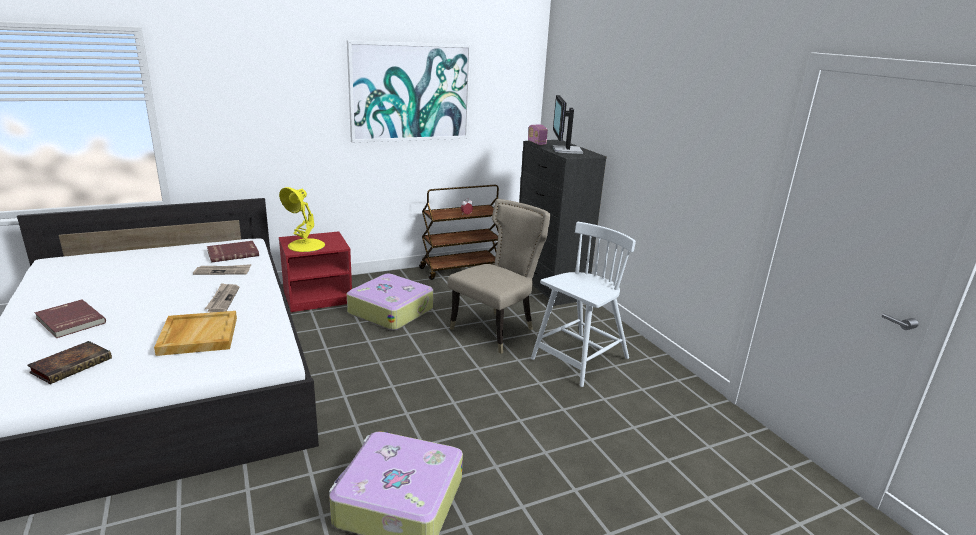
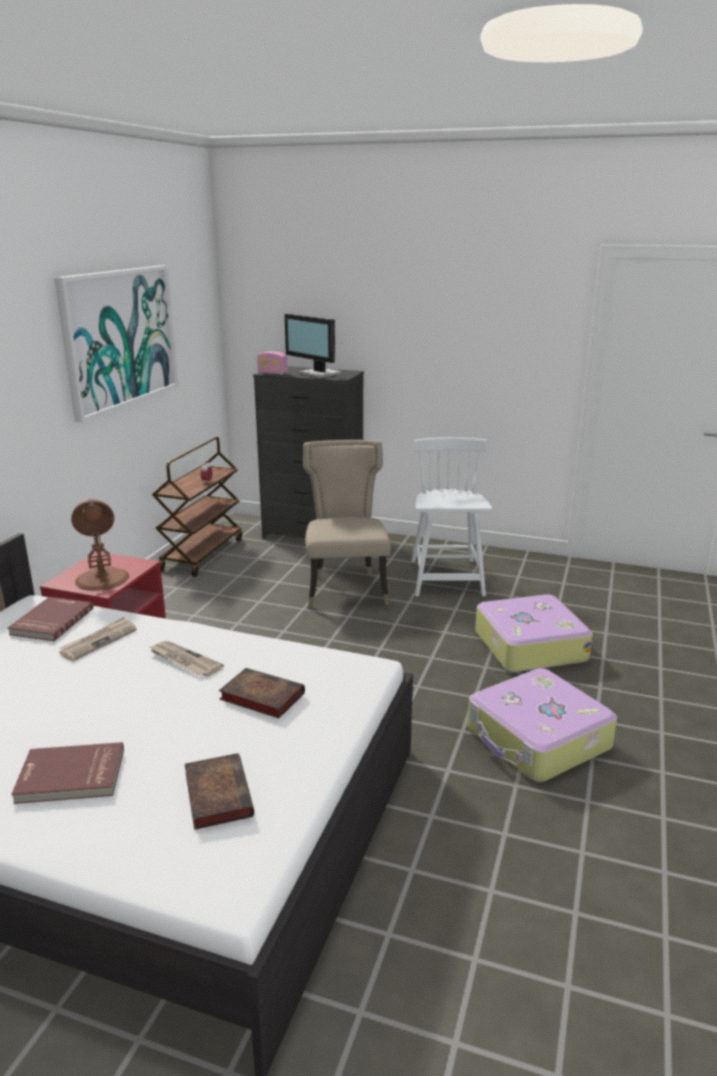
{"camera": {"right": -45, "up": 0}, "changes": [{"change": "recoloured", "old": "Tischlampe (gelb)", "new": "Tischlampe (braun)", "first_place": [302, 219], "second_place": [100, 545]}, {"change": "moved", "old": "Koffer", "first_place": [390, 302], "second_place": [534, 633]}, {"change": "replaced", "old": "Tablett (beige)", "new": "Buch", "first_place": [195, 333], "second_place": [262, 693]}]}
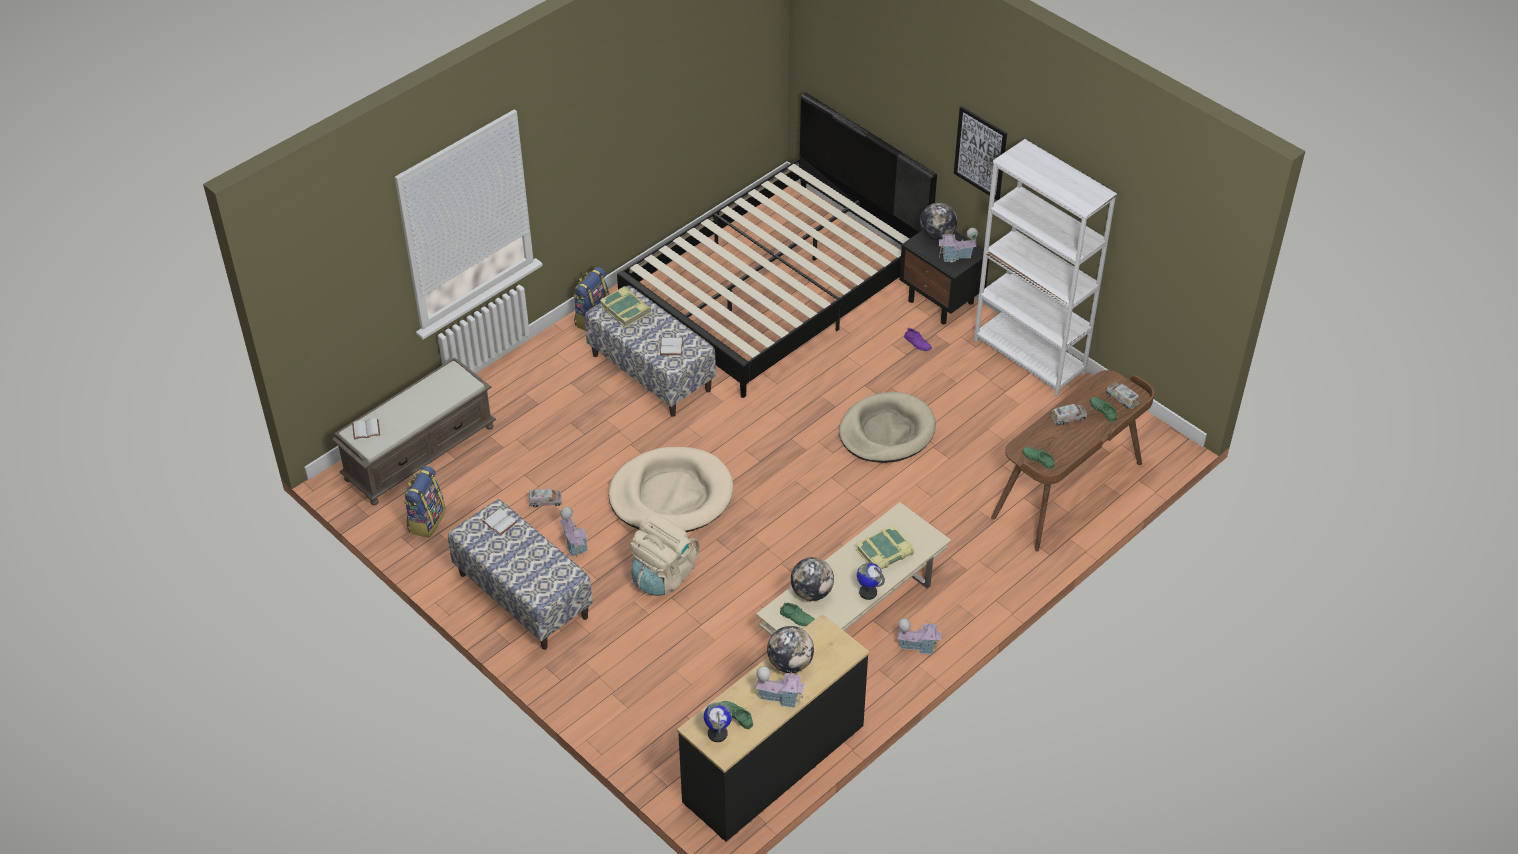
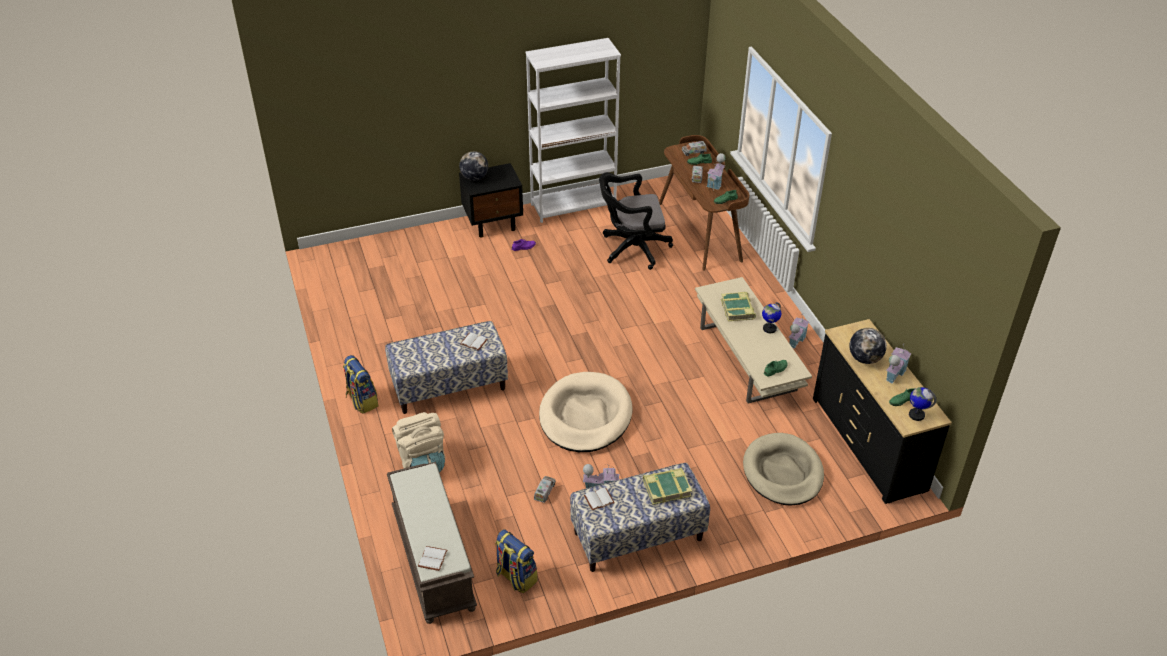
{"camera": {"right": -65, "up": -5}, "changes": [{"change": "removed", "old": "Bett (schwarz)", "first_place": [777, 245]}, {"change": "removed", "old": "Bild", "first_place": [980, 153]}, {"change": "moved", "old": "Spielzeughaus", "first_place": [958, 245], "second_place": [716, 172]}, {"change": "moved", "old": "Buch", "first_place": [625, 307], "second_place": [667, 486]}, {"change": "moved", "old": "Hundebett (beige)", "first_place": [887, 427], "second_place": [783, 469]}, {"change": "moved", "old": "Rucksack (beige)", "first_place": [665, 555], "second_place": [418, 442]}, {"change": "removed", "old": "Globus", "first_place": [812, 579]}, {"change": "added", "new": "Bürostuhl (schwarz)", "second_place": [636, 221]}]}
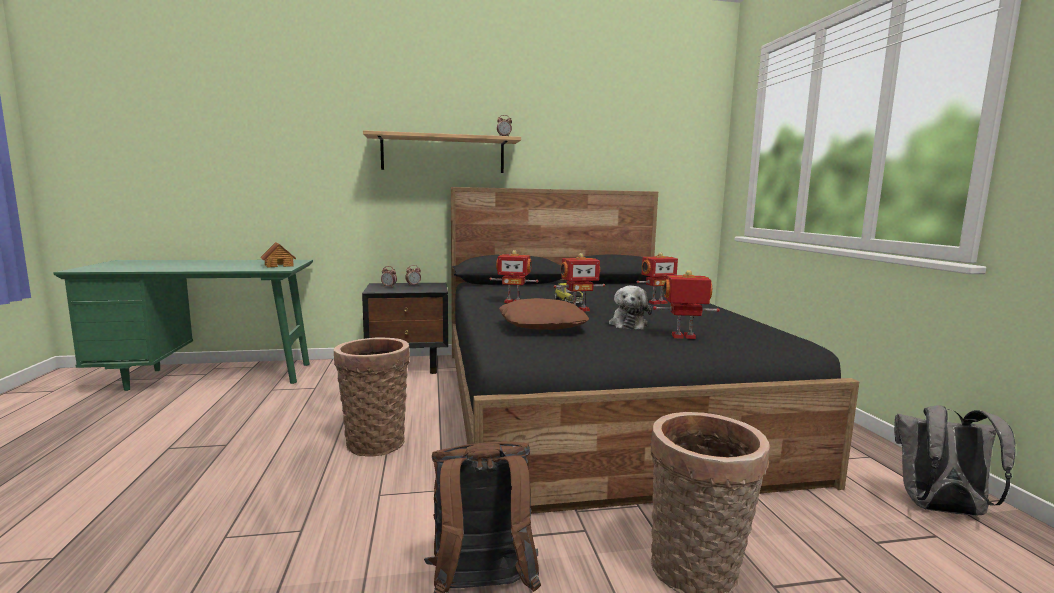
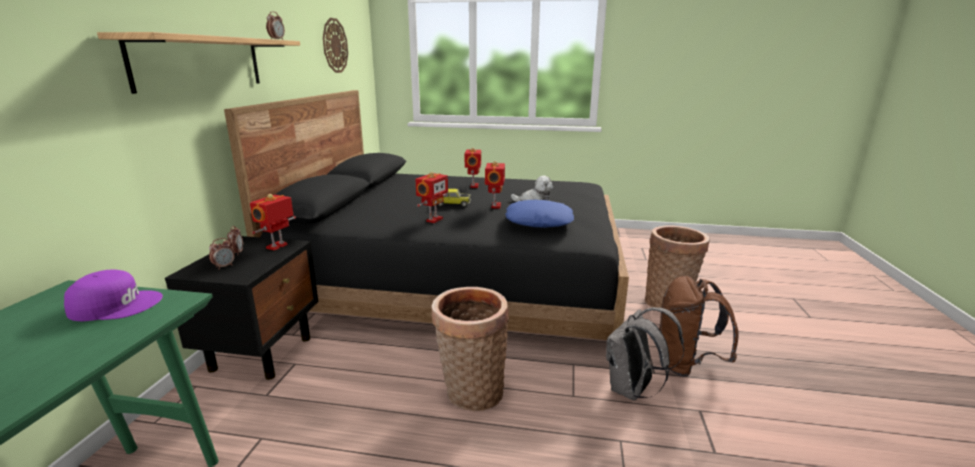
{"camera": {"right": -70, "up": 10}, "changes": [{"change": "replaced", "old": "Spielzeughaus", "new": "Kappe (lila)", "first_place": [278, 255], "second_place": [113, 295]}, {"change": "moved", "old": "Spielzeugroboter", "first_place": [686, 304], "second_place": [273, 222]}, {"change": "recoloured", "old": "Kissen (braun)", "new": "Kissen (blau)", "first_place": [544, 314], "second_place": [539, 214]}, {"change": "moved", "old": "Rucksack (grau)", "first_place": [954, 460], "second_place": [645, 354]}, {"change": "added", "new": "Wanduhr", "second_place": [335, 45]}]}
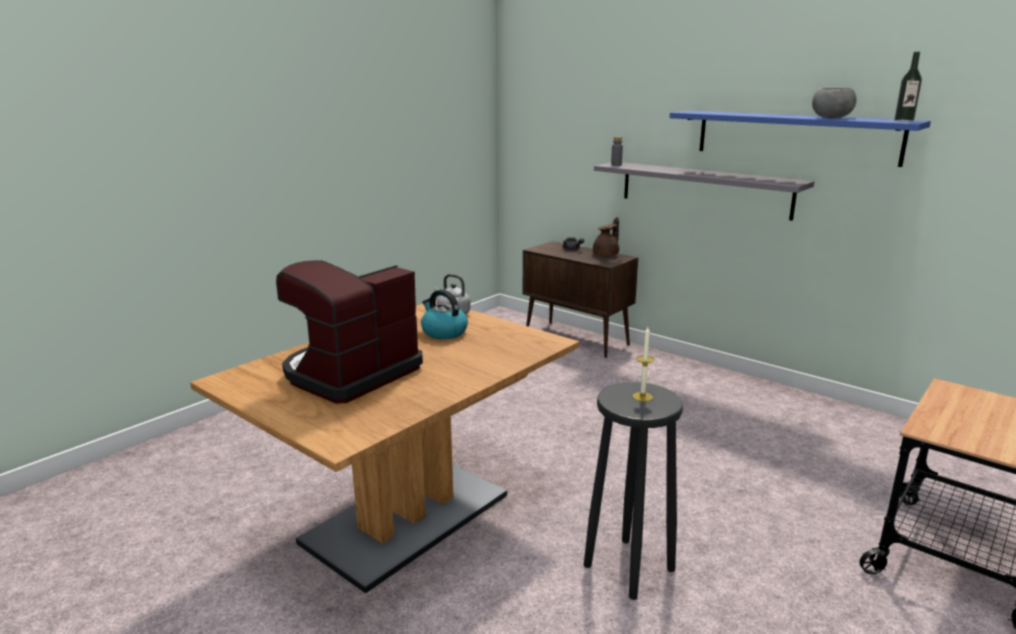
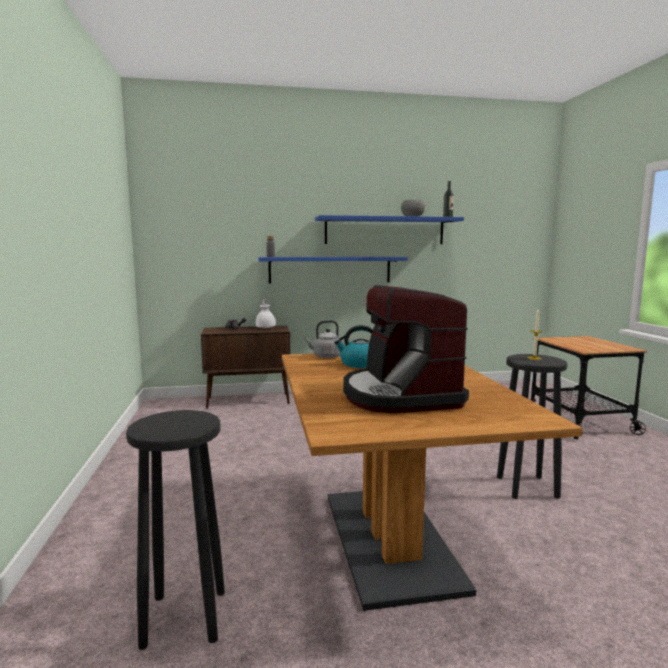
{"camera": {"right": -50, "up": -10}, "changes": [{"change": "recoloured", "old": "Wandregal (grau)", "new": "Wandregal (blau)", "first_place": [704, 191], "second_place": [333, 270]}, {"change": "recoloured", "old": "Teekanne (braun)", "new": "Teekanne (weiß)", "first_place": [606, 237], "second_place": [265, 313]}, {"change": "added", "new": "Hocker (schwarz)", "second_place": [175, 530]}]}
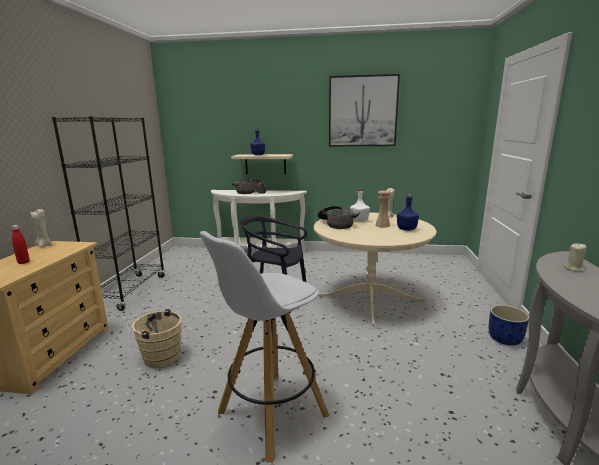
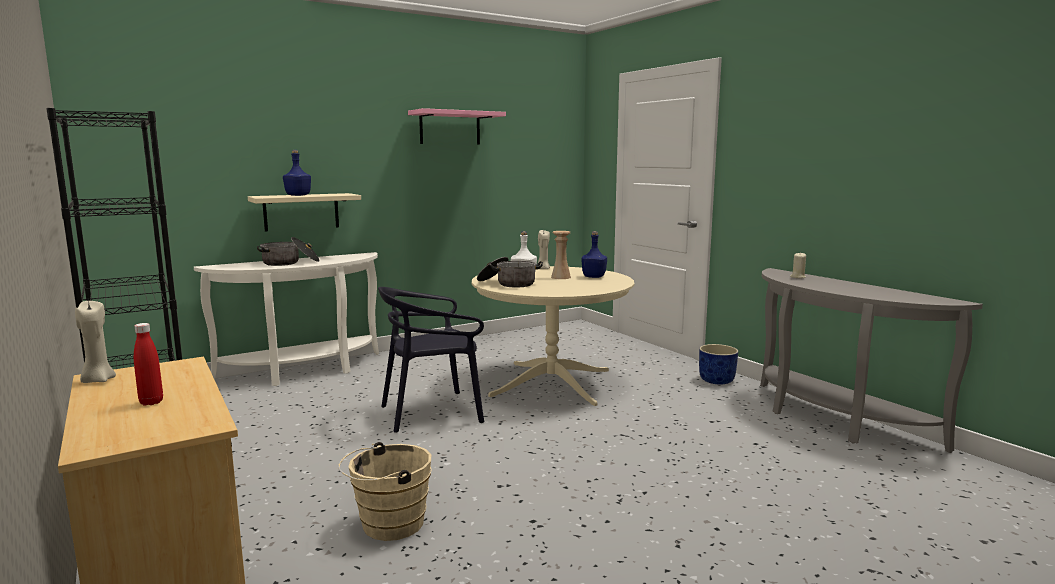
{"camera": {"right": -40, "up": -5}, "changes": [{"change": "replaced", "old": "Bild", "new": "Wandregal (rosa)", "first_place": [364, 110], "second_place": [457, 126]}, {"change": "removed", "old": "Hocker (weiß)", "first_place": [264, 347]}]}
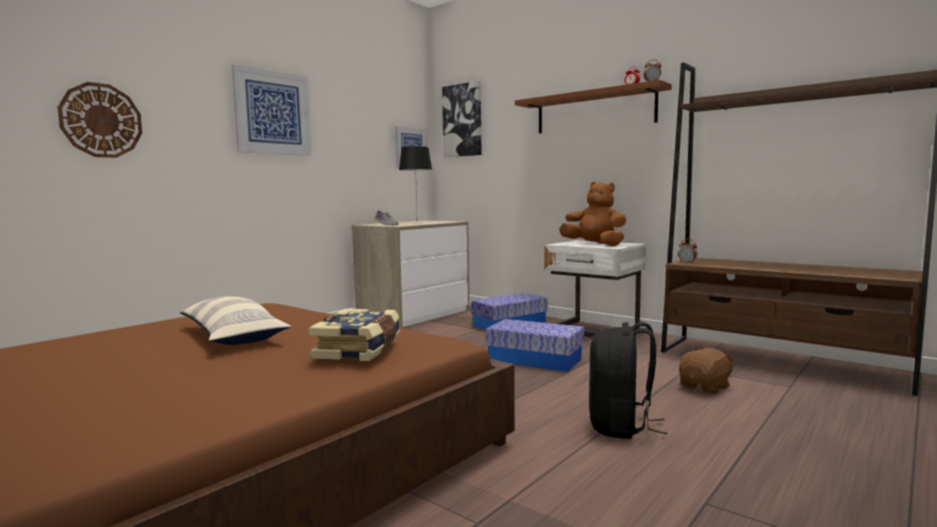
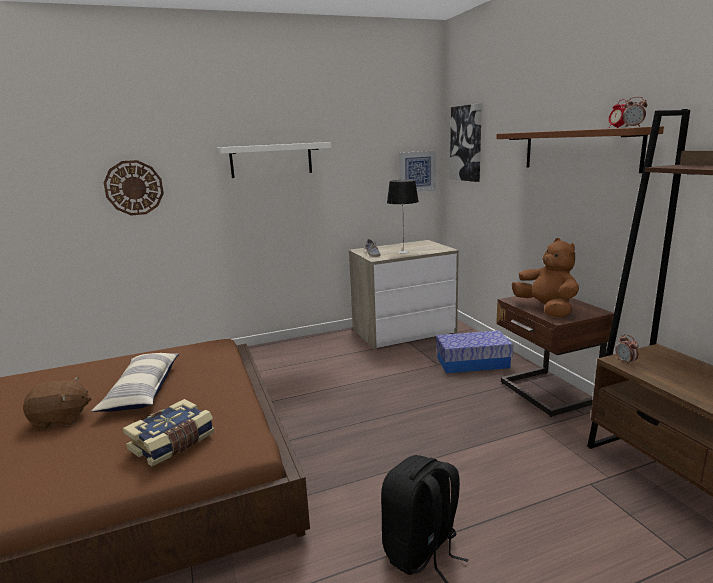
{"camera": {"right": 30, "up": 10}, "changes": [{"change": "replaced", "old": "Bild", "new": "Wandregal (weiß)", "first_place": [271, 110], "second_place": [274, 160]}, {"change": "recoloured", "old": "Nachttisch (weiß)", "new": "Nachttisch (braun)", "first_place": [595, 289], "second_place": [555, 356]}, {"change": "removed", "old": "Aufbewahrungsbox", "first_place": [535, 345]}, {"change": "moved", "old": "Plüschtier (braun)", "first_place": [707, 371], "second_place": [57, 403]}]}
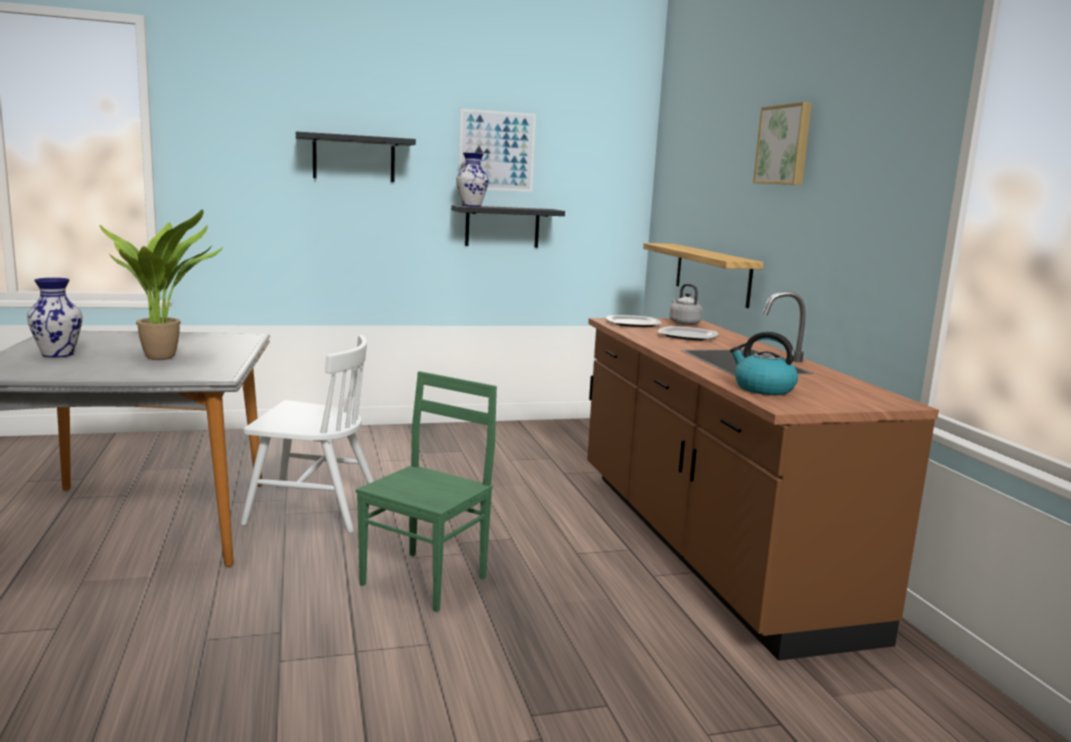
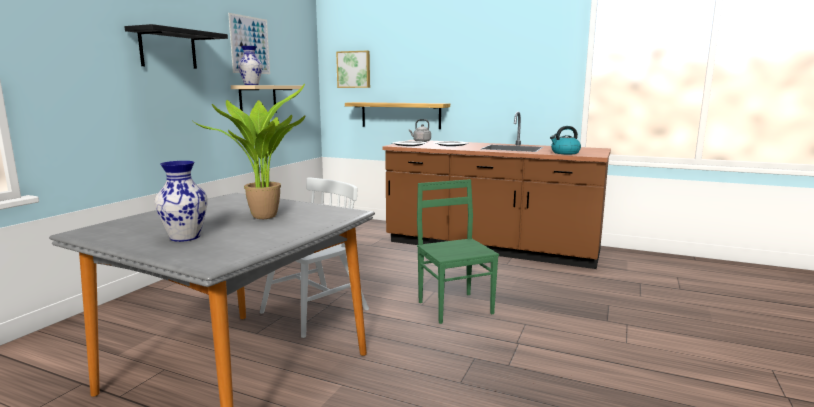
{"camera": {"right": -50, "up": 0}, "changes": [{"change": "moved", "old": "Bild", "first_place": [782, 143], "second_place": [353, 69]}, {"change": "recoloured", "old": "Wandregal (schwarz)", "new": "Wandregal (beige)", "first_place": [508, 226], "second_place": [266, 99]}]}
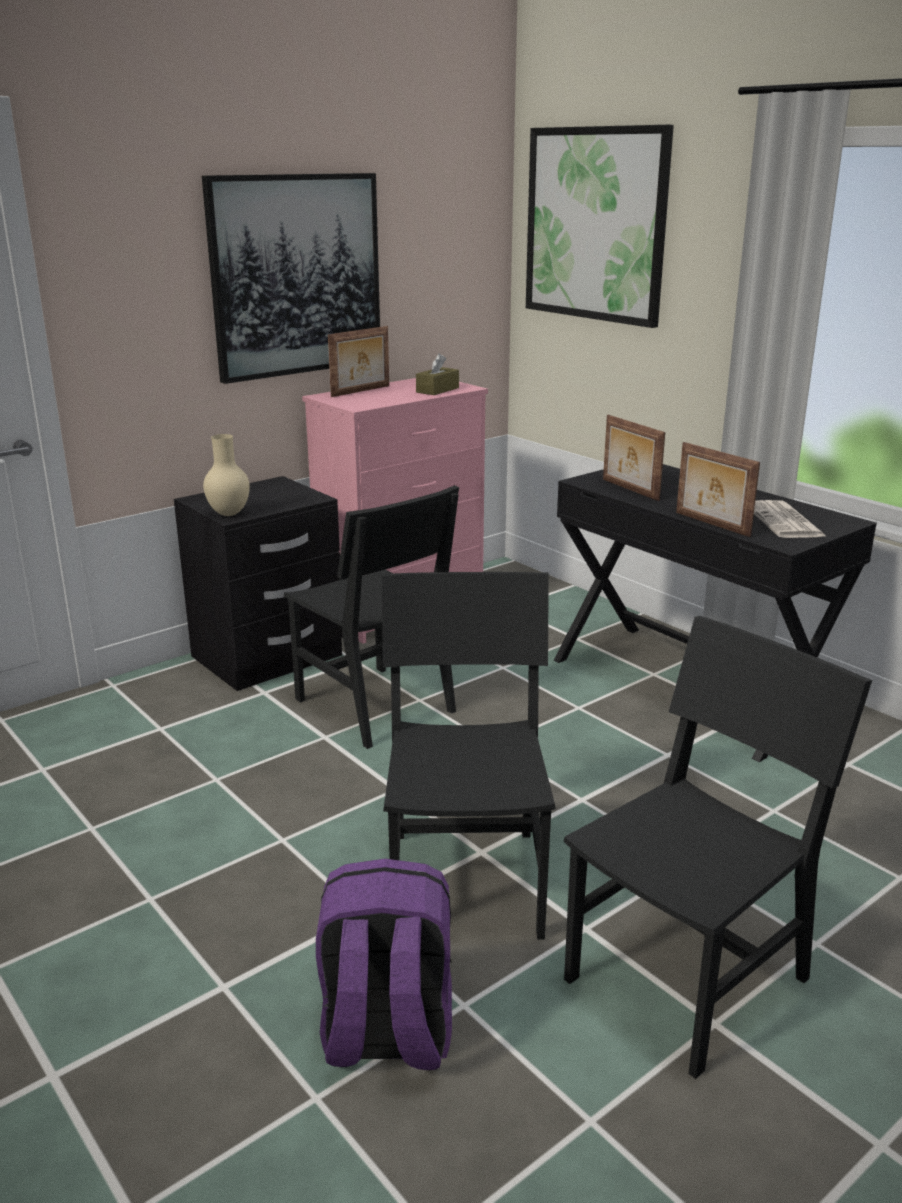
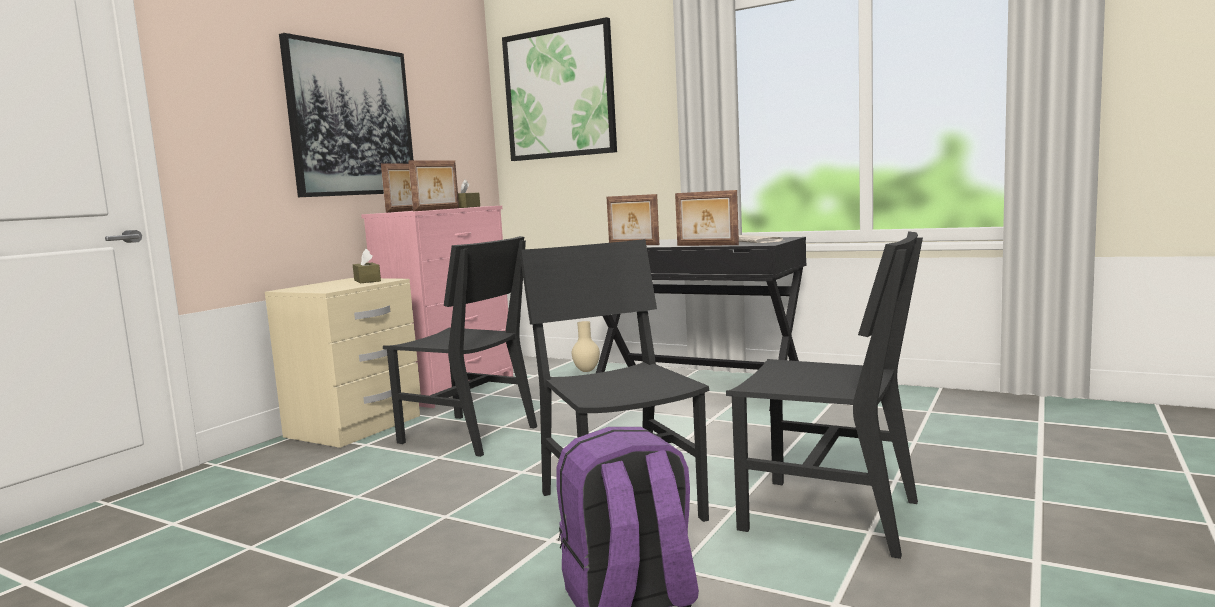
{"camera": {"right": -20, "up": -15}, "changes": [{"change": "moved", "old": "Vase (beige)", "first_place": [226, 475], "second_place": [586, 346]}, {"change": "recoloured", "old": "Nachttisch (schwarz)", "new": "Nachttisch (beige)", "first_place": [258, 583], "second_place": [343, 363]}, {"change": "turned", "old": "Stuhl (schwarz)", "first_place": [717, 847], "second_place": [824, 395], "degrees": 90}, {"change": "added", "new": "Bilderrahmen", "second_place": [433, 185]}, {"change": "added", "new": "Taschentuchbox (braun)", "second_place": [367, 266]}]}
